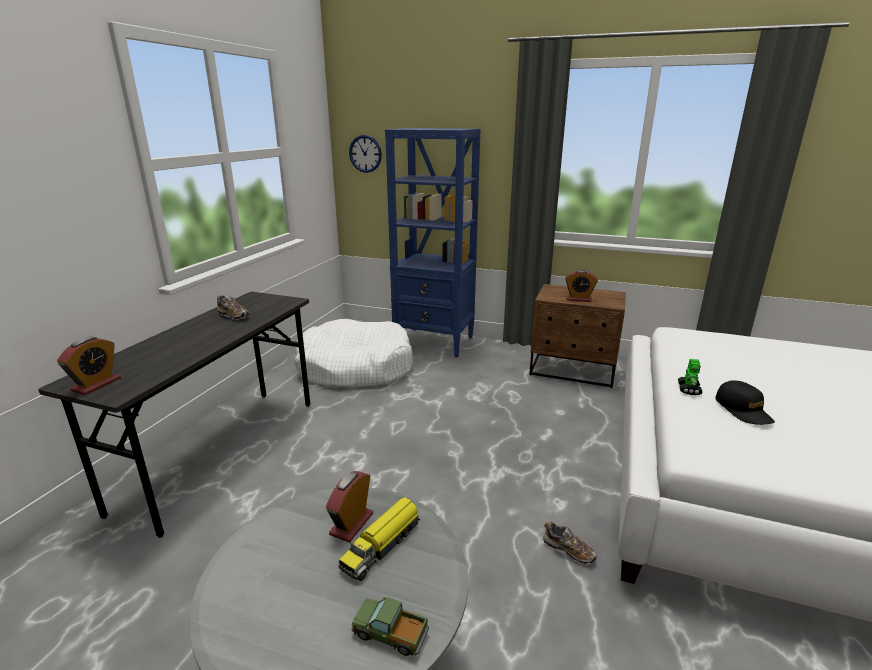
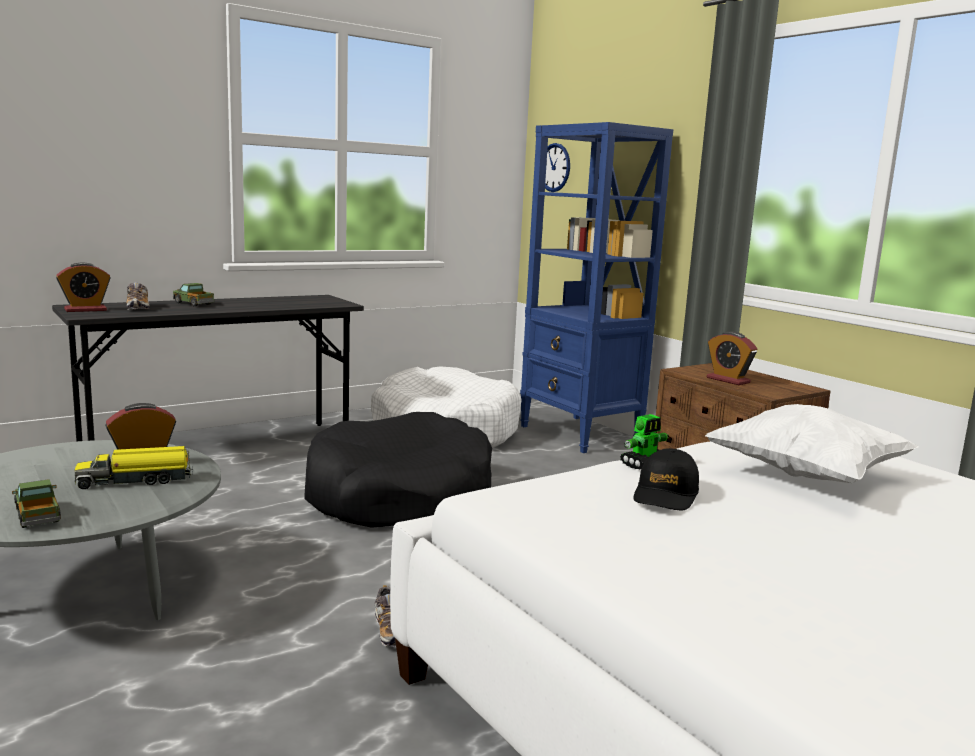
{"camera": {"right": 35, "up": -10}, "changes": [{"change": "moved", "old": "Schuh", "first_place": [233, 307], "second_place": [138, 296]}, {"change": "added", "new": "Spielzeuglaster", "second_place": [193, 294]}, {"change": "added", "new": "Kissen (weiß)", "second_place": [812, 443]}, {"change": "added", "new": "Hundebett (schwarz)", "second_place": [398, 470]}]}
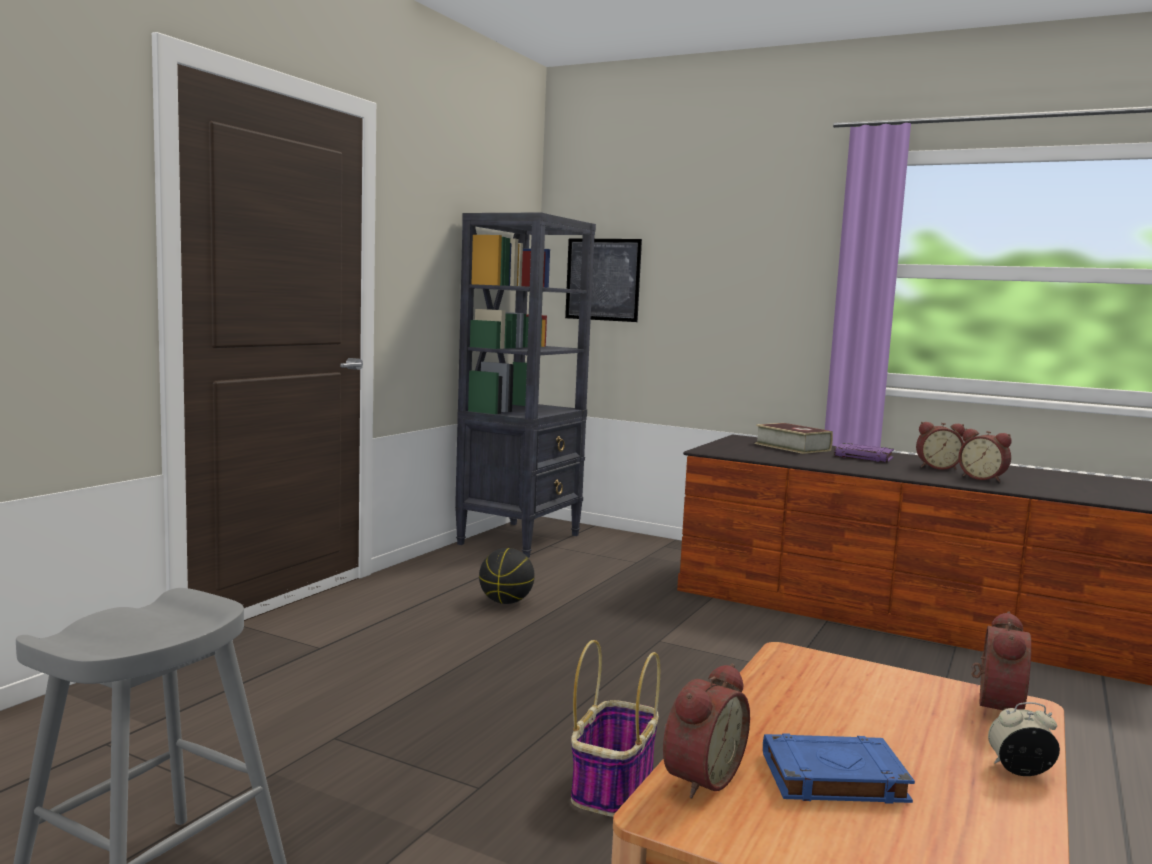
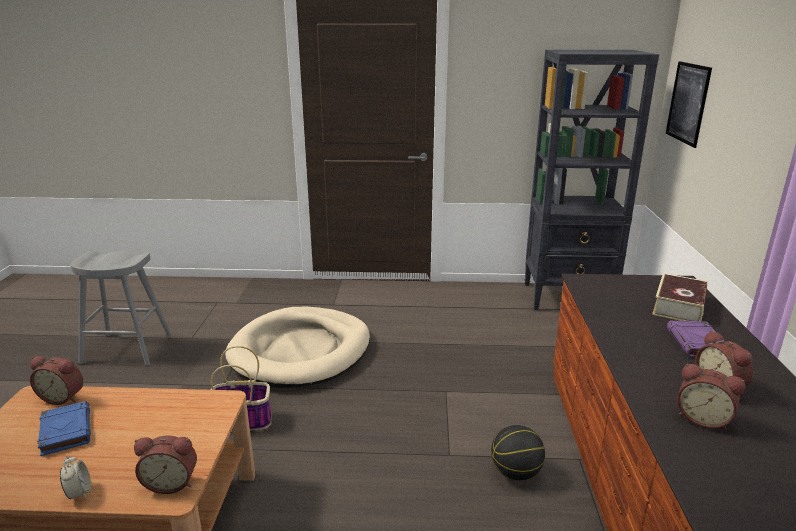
{"camera": {"right": 65, "up": 15}, "changes": [{"change": "turned", "old": "Wecker", "first_place": [985, 455], "second_place": [711, 396], "degrees": -75}, {"change": "moved", "old": "Basketball", "first_place": [507, 576], "second_place": [518, 452]}, {"change": "added", "new": "Hundebett (beige)", "second_place": [297, 346]}]}
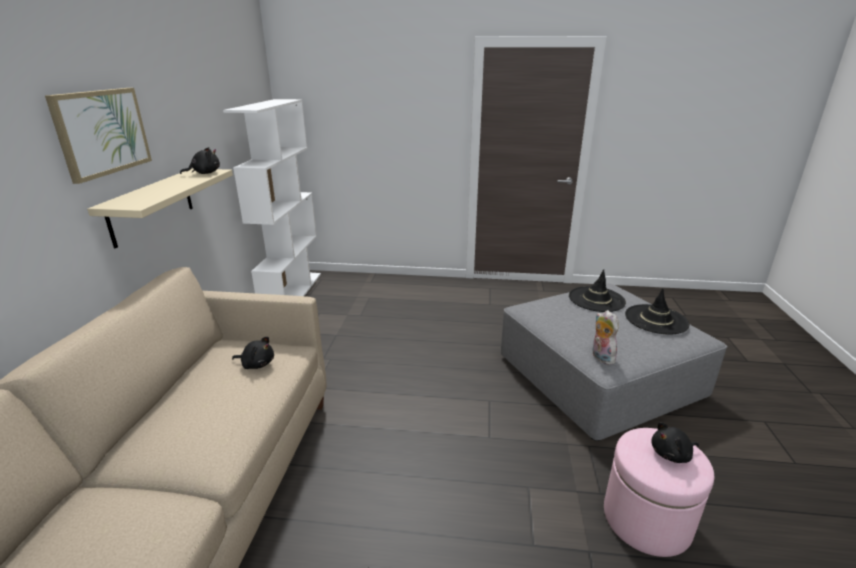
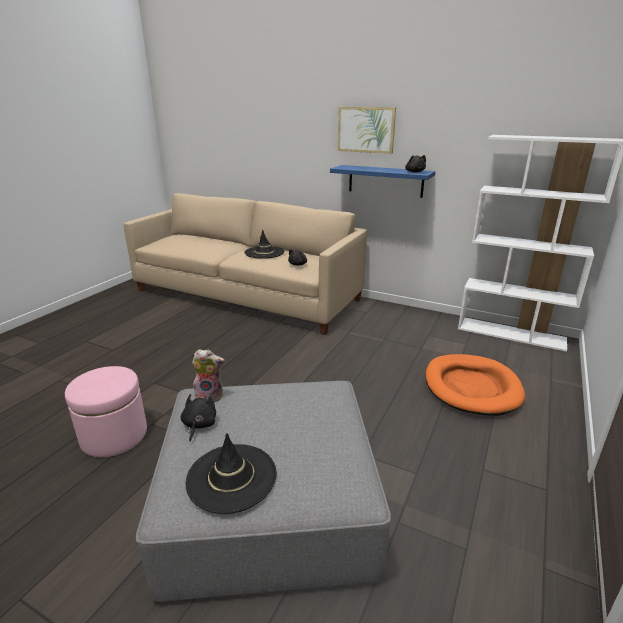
{"camera": {"right": 110, "up": 0}, "changes": [{"change": "recoloured", "old": "Wandregal (beige)", "new": "Wandregal (blau)", "first_place": [160, 209], "second_place": [383, 181]}, {"change": "moved", "old": "Hut (schwarz)", "first_place": [597, 290], "second_place": [264, 244]}, {"change": "moved", "old": "Plüschtier (schwarz)", "first_place": [675, 442], "second_place": [198, 417]}, {"change": "added", "new": "Hundebett (orange)", "second_place": [475, 385]}]}
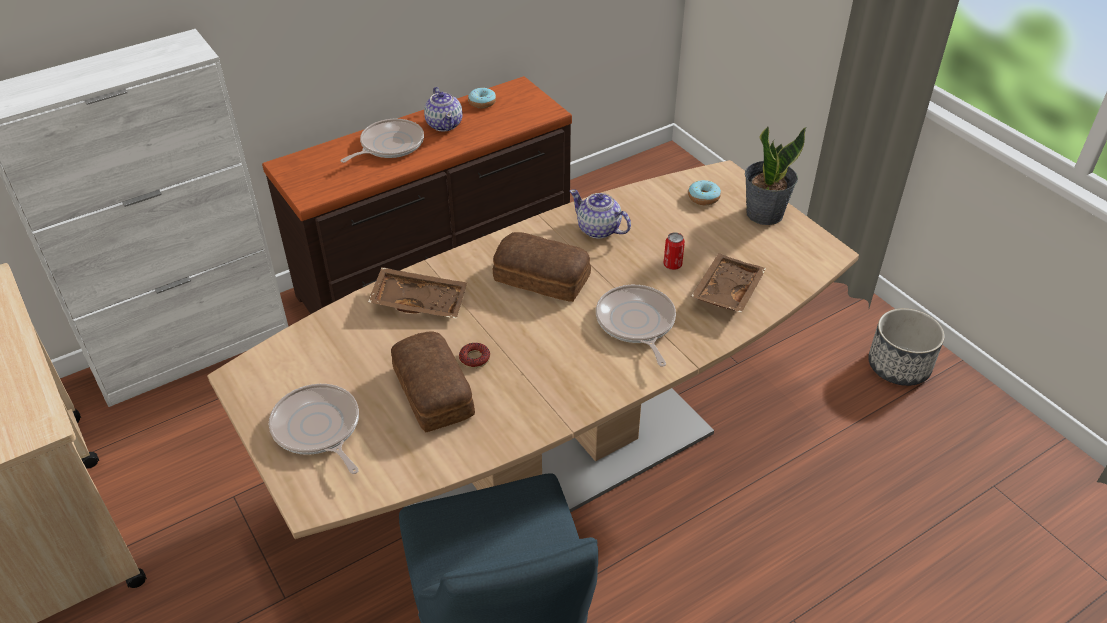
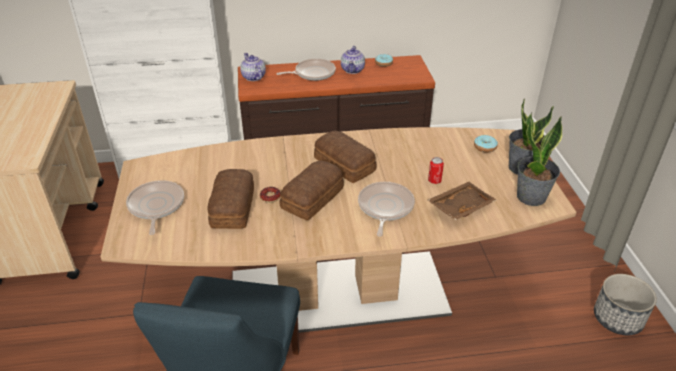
{"camera": {"right": 25, "up": -5}, "changes": [{"change": "moved", "old": "Teekanne", "first_place": [600, 214], "second_place": [253, 67]}, {"change": "removed", "old": "Tablett (braun)", "first_place": [417, 293]}, {"change": "added", "new": "Topfpflanze", "second_place": [539, 161]}, {"change": "added", "new": "Brot", "second_place": [311, 190]}]}
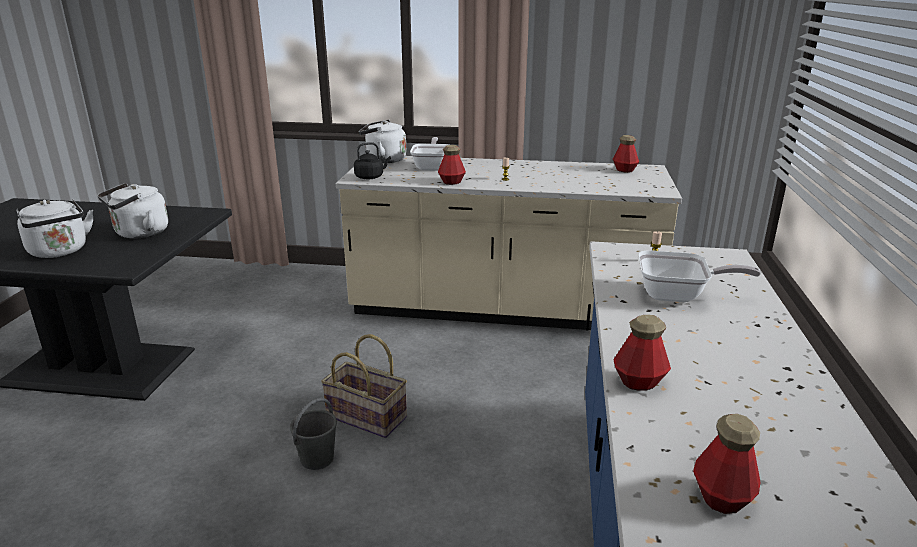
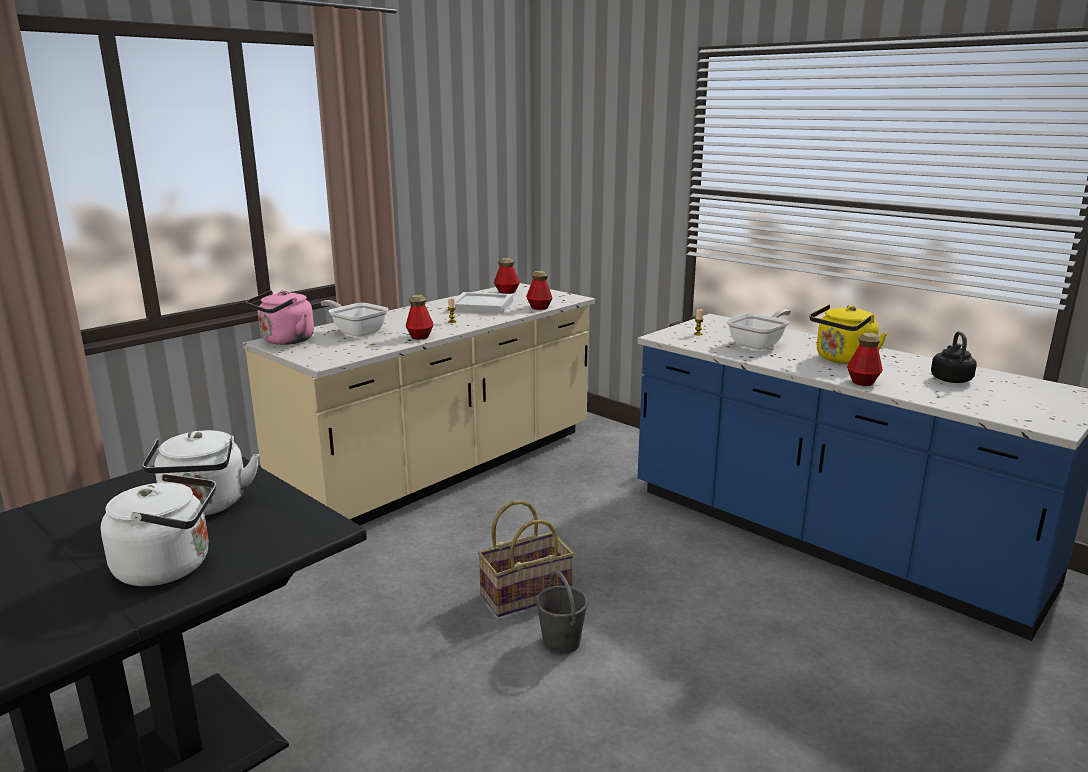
{"camera": {"right": -55, "up": -5}, "changes": [{"change": "recoloured", "old": "Wasserkessel (weiß)", "new": "Wasserkessel (rosa)", "first_place": [382, 141], "second_place": [280, 317]}, {"change": "moved", "old": "Wasserkessel (schwarz)", "first_place": [372, 161], "second_place": [954, 357]}, {"change": "moved", "old": "Flasche", "first_place": [726, 464], "second_place": [539, 290]}, {"change": "added", "new": "Tablett (weiß)", "second_place": [481, 303]}, {"change": "added", "new": "Wasserkessel (gelb)", "second_place": [848, 334]}]}
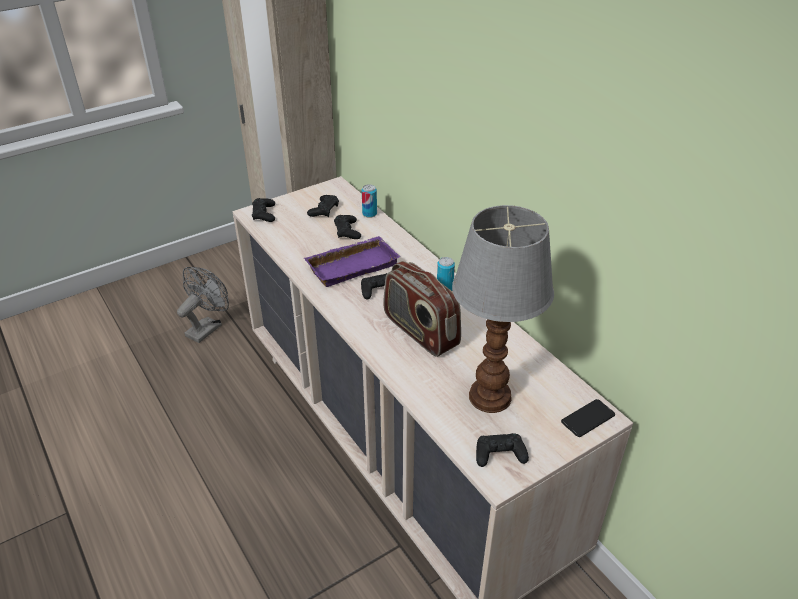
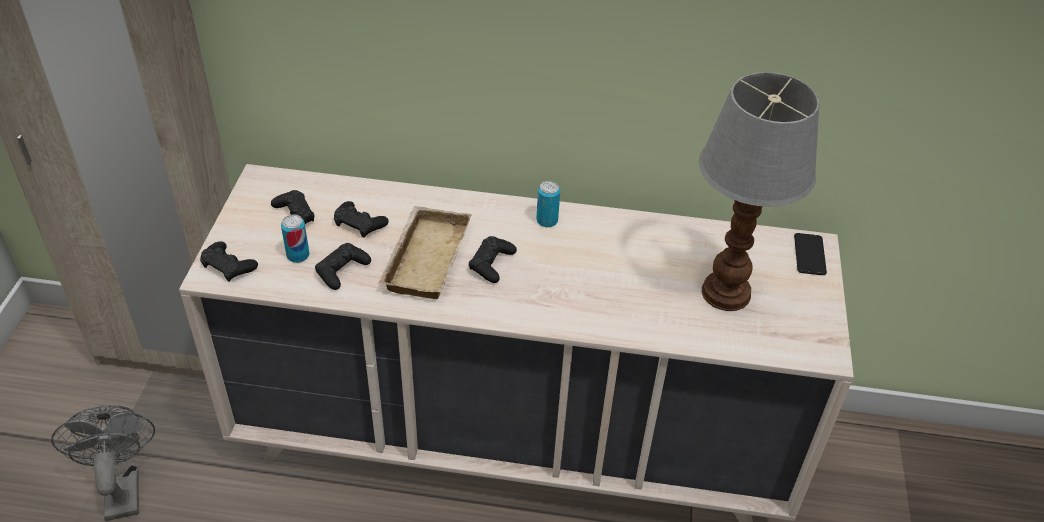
{"camera": {"right": -50, "up": 5}, "changes": [{"change": "moved", "old": "Dose", "first_place": [369, 201], "second_place": [295, 239]}, {"change": "recoloured", "old": "Tablett (lila)", "new": "Tablett (beige)", "first_place": [352, 261], "second_place": [425, 252]}, {"change": "removed", "old": "Radio", "first_place": [422, 309]}, {"change": "moved", "old": "Gamepad (schwarz)", "first_place": [502, 450], "second_place": [343, 266]}]}
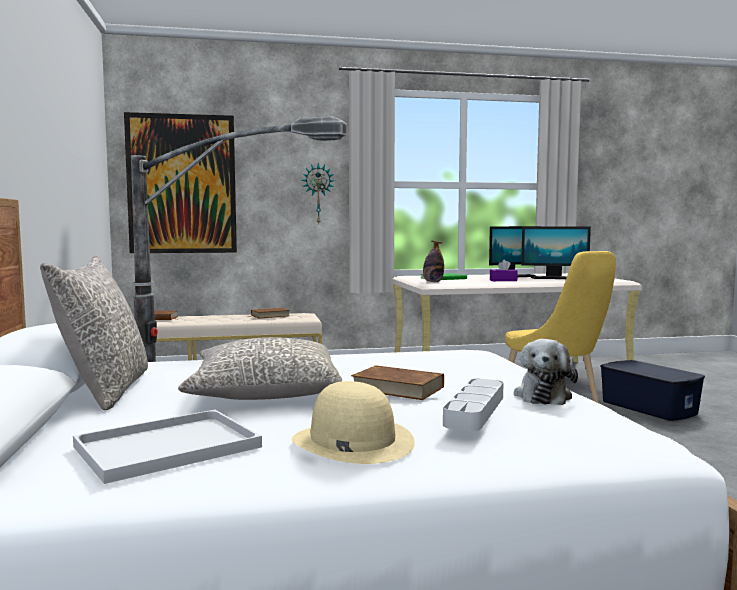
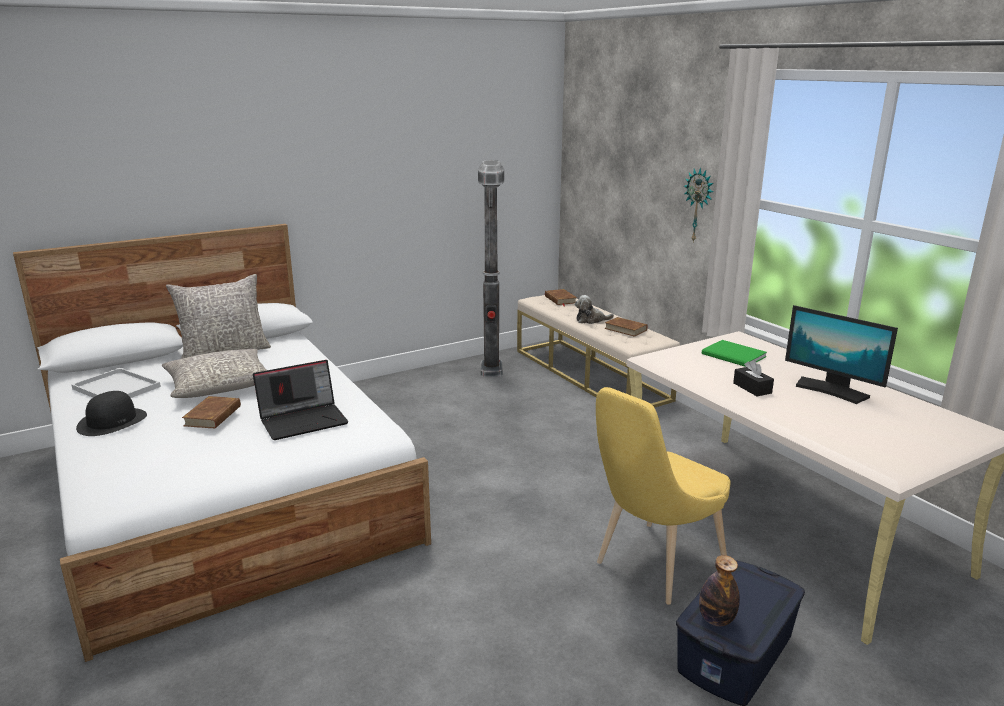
{"camera": {"right": 70, "up": 15}, "changes": [{"change": "removed", "old": "Bild", "first_place": [180, 182]}, {"change": "removed", "old": "Monitor", "first_place": [556, 252]}, {"change": "moved", "old": "Flasche", "first_place": [433, 261], "second_place": [719, 590]}, {"change": "recoloured", "old": "Taschentuchbox (lila)", "new": "Taschentuchbox (schwarz)", "first_place": [504, 270], "second_place": [753, 378]}, {"change": "moved", "old": "Plüschtier", "first_place": [546, 372], "second_place": [594, 309]}, {"change": "removed", "old": "Tablett (grau)", "first_place": [473, 404]}, {"change": "recoloured", "old": "Hut (beige)", "new": "Hut (schwarz)", "first_place": [353, 422], "second_place": [111, 413]}, {"change": "added", "new": "Laptop", "second_place": [300, 400]}]}
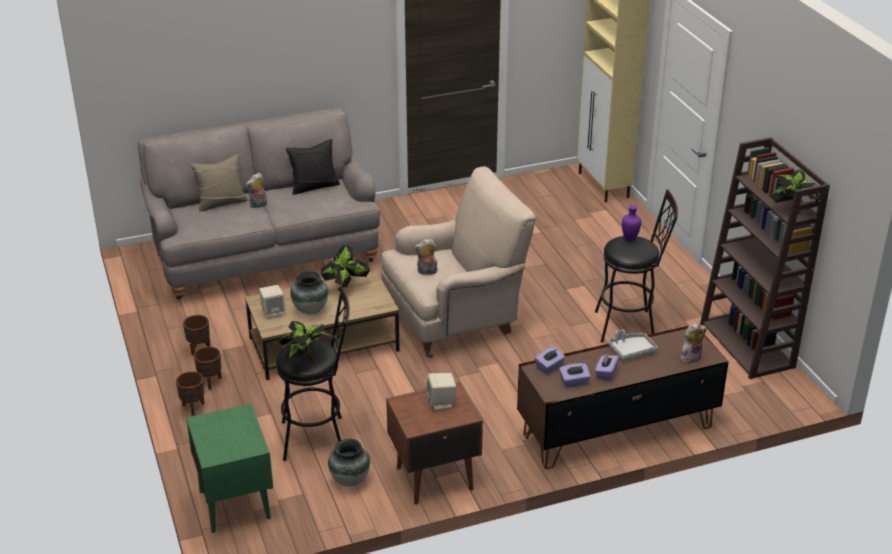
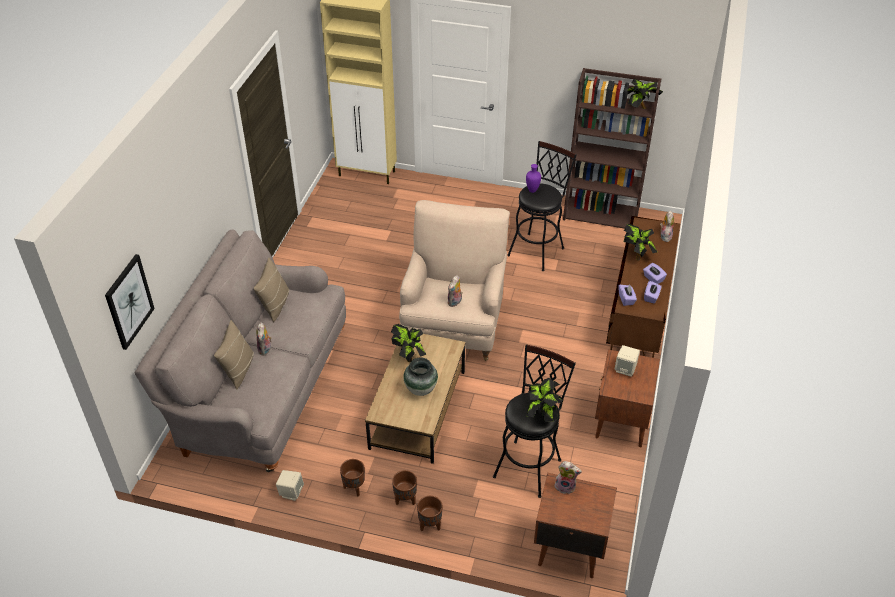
{"camera": {"right": -55, "up": 10}, "changes": [{"change": "recoloured", "old": "Kissen (schwarz)", "new": "Kissen (beige)", "first_place": [313, 167], "second_place": [271, 290]}, {"change": "moved", "old": "Lautsprecher (beige)", "first_place": [272, 301], "second_place": [290, 485]}, {"change": "replaced", "old": "Tablett (grau)", "new": "Topfpflanze", "first_place": [633, 344], "second_place": [640, 242]}, {"change": "recoloured", "old": "Nachttisch (grün)", "new": "Nachttisch (braun)", "first_place": [229, 468], "second_place": [575, 525]}, {"change": "removed", "old": "Vase", "first_place": [349, 463]}, {"change": "added", "new": "Bild", "second_place": [130, 302]}, {"change": "added", "new": "Plüschtier", "second_place": [568, 477]}]}
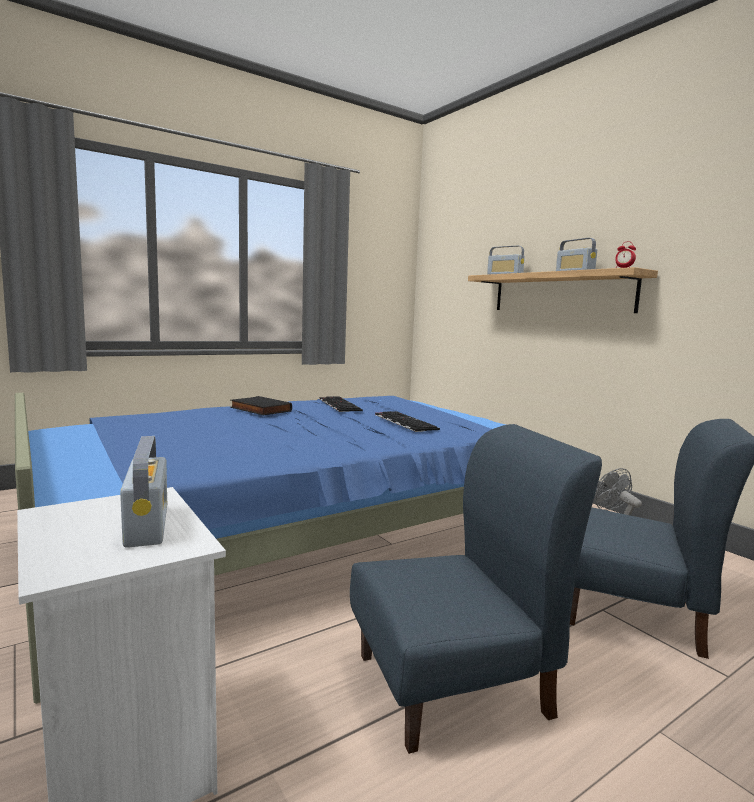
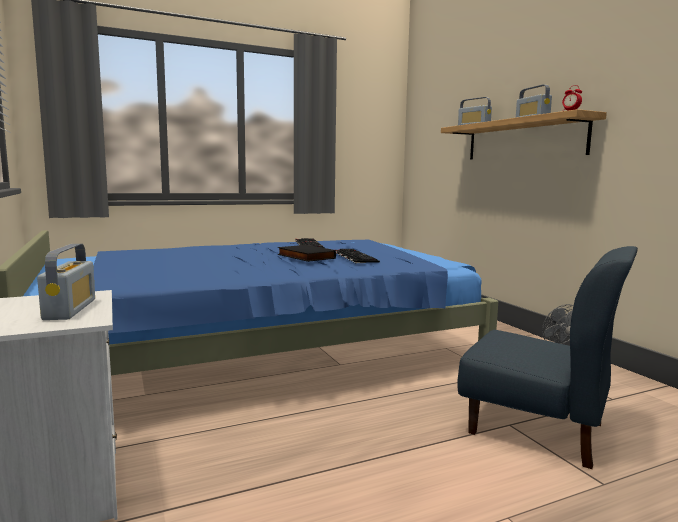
{"camera": {"right": 10, "up": 0}, "changes": [{"change": "moved", "old": "Buch (schwarz)", "first_place": [261, 405], "second_place": [307, 253]}, {"change": "removed", "old": "Stuhl (blau)", "first_place": [476, 589]}]}
